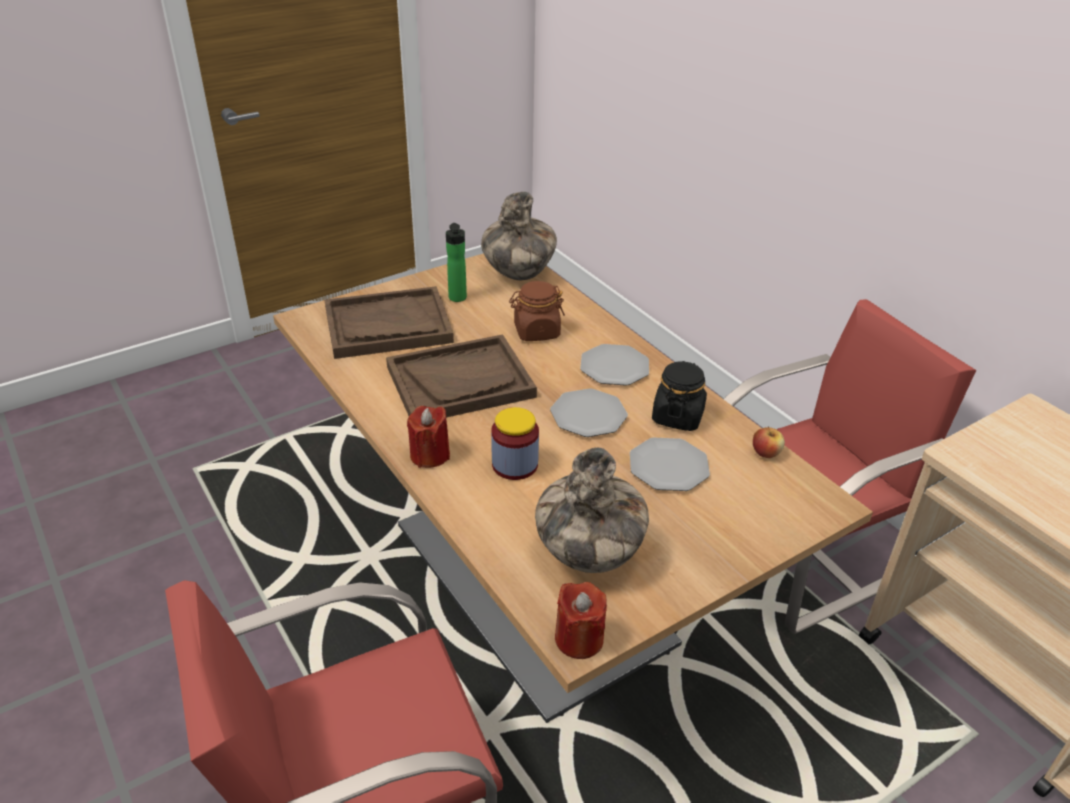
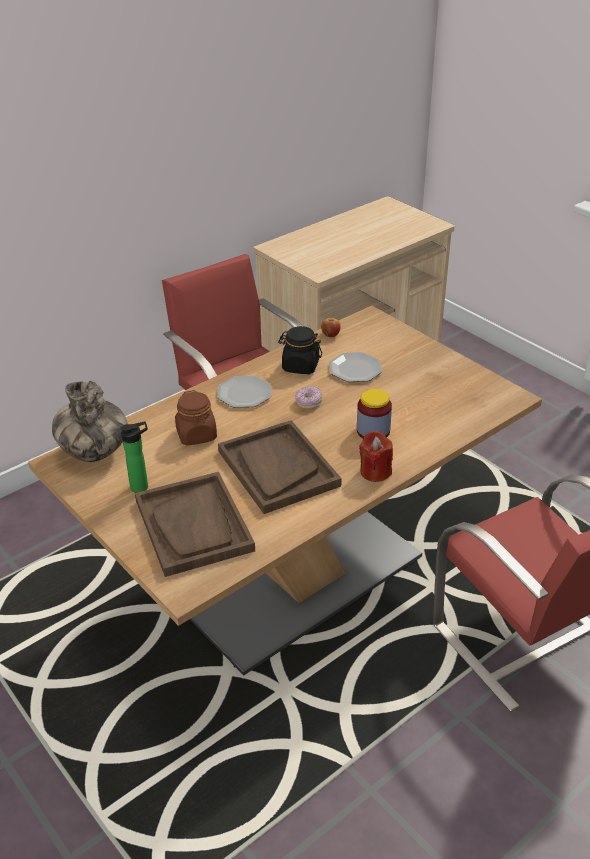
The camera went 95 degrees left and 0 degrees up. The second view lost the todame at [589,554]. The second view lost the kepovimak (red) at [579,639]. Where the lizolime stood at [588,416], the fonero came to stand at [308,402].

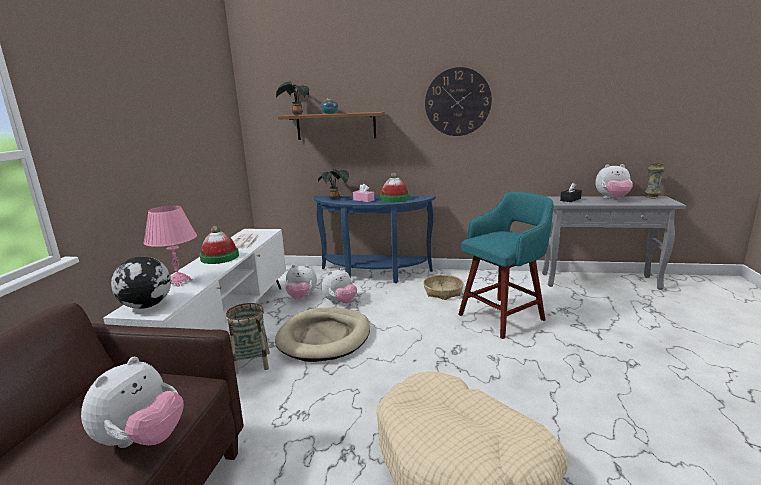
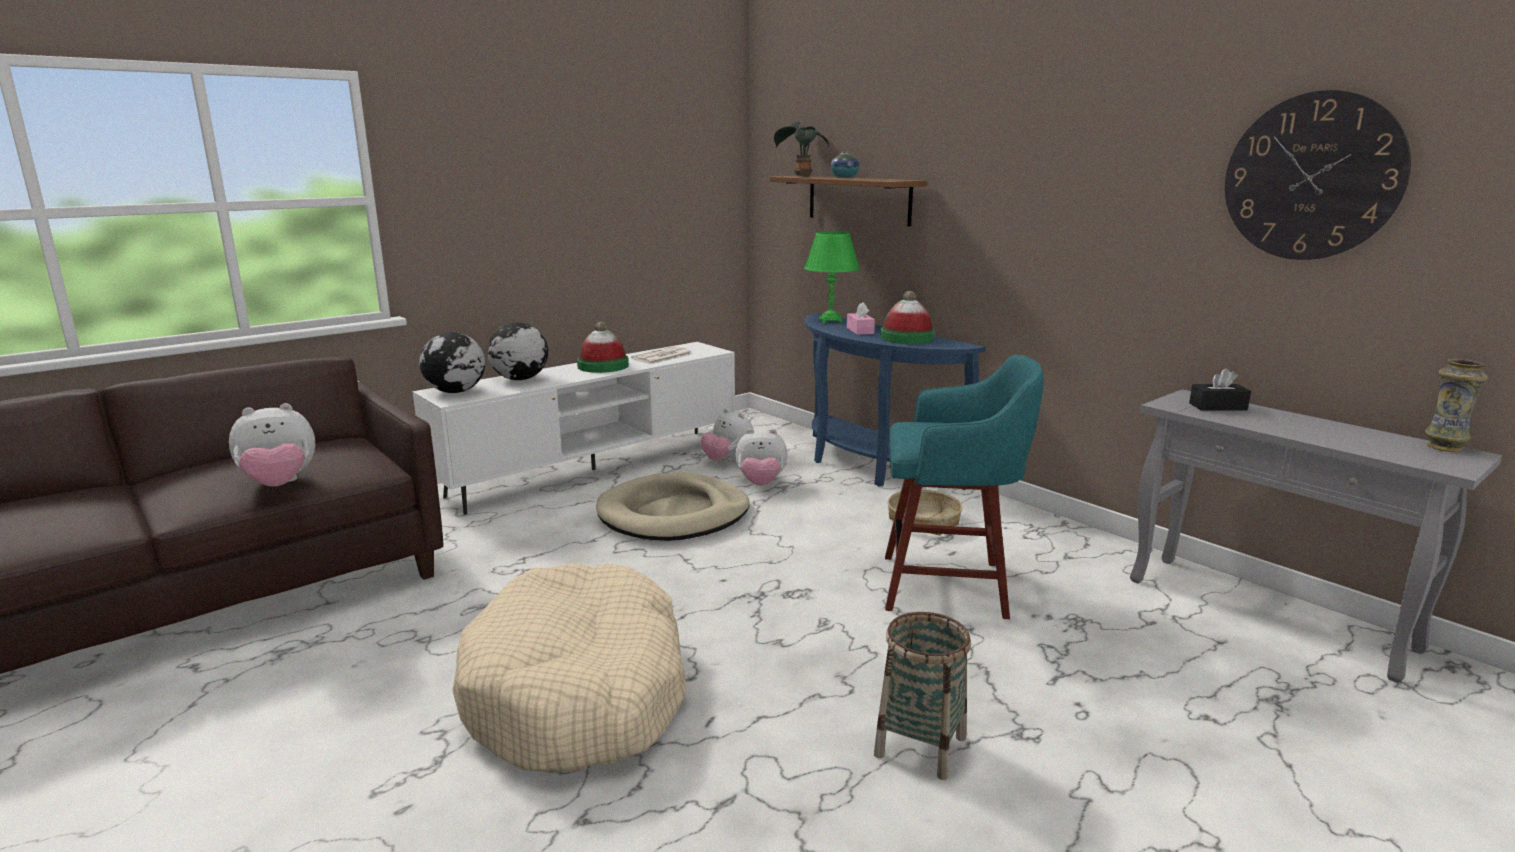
The camera went 40 degrees right and 0 degrees up. The second view lost the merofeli at [612,199]. The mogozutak ended up elsewhere, having gone from [252,363] to [920,746]. The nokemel ended up elsewhere, having gone from [457,102] to [1312,177]. Where the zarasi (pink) stood at [179,282], the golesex came to stand at [519,379]. Where the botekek stood at [335,198], the zarasi (green) came to stand at [830,321].

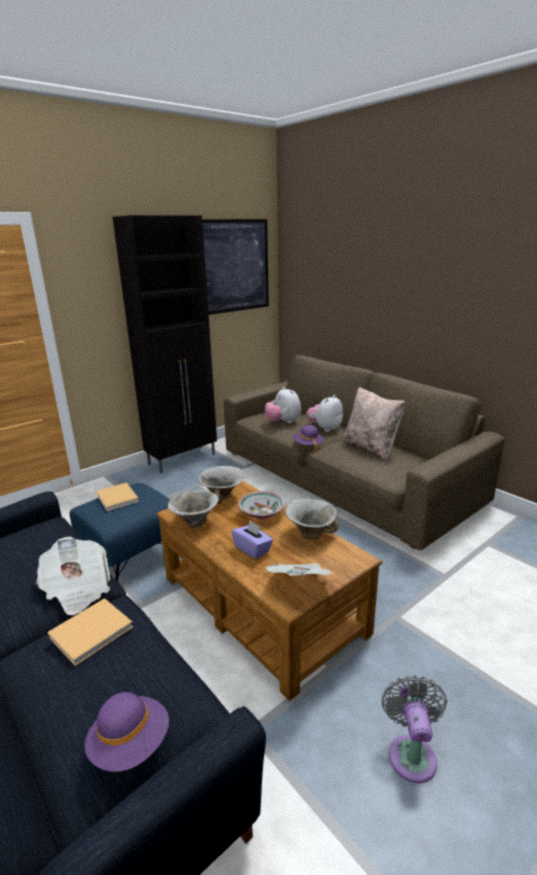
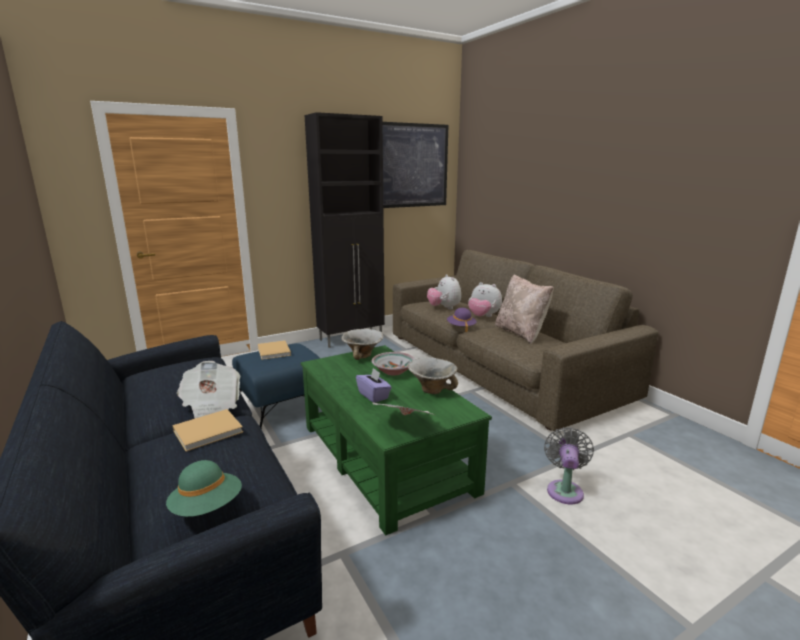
The camera went 10 degrees right and 5 degrees down. The second view lost the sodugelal at [194,523]. The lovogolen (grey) ended up elsewhere, having gone from [411,753] to [565,489]. What was the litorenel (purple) at [130,744] turned into the litorenel (green) at [207,507]. What was the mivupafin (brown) at [261,603] turned into the mivupafin (green) at [386,456]. The merofeli at [325,428] ended up facing another way, 105 degrees counterclockwise from before.

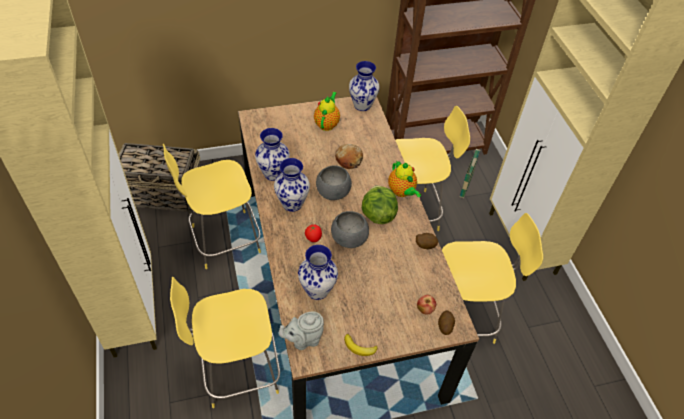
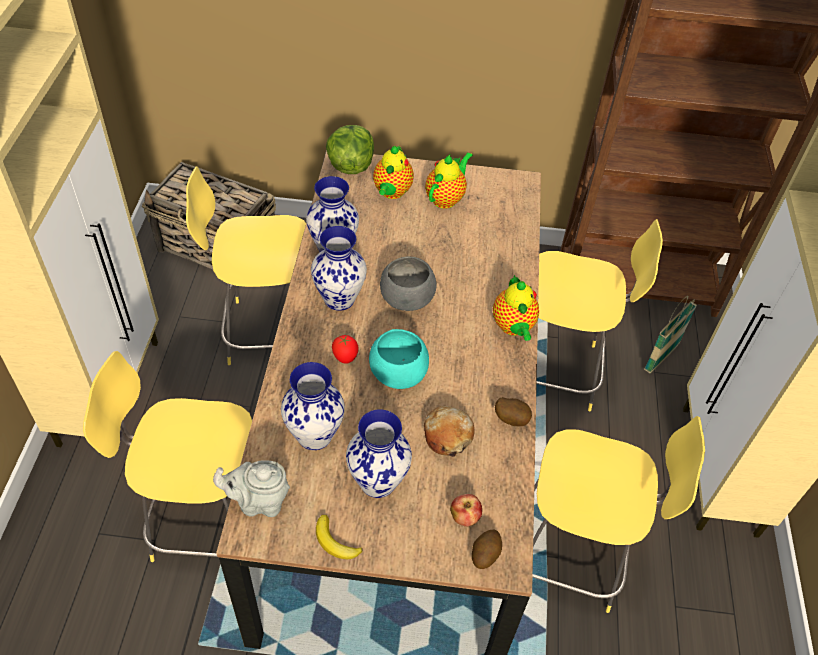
The camera went 20 degrees right and 0 degrees up. The second view gained the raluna at [391,193]. The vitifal ended up elsewhere, having gone from [348,160] to [447,435]. The todame ended up elsewhere, having gone from [362,105] to [377,480]. The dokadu ended up elsewhere, having gone from [377,215] to [350,165]. What was the sodugelal (grey) at [349,239] turned into the sodugelal (turquoise) at [398,374].

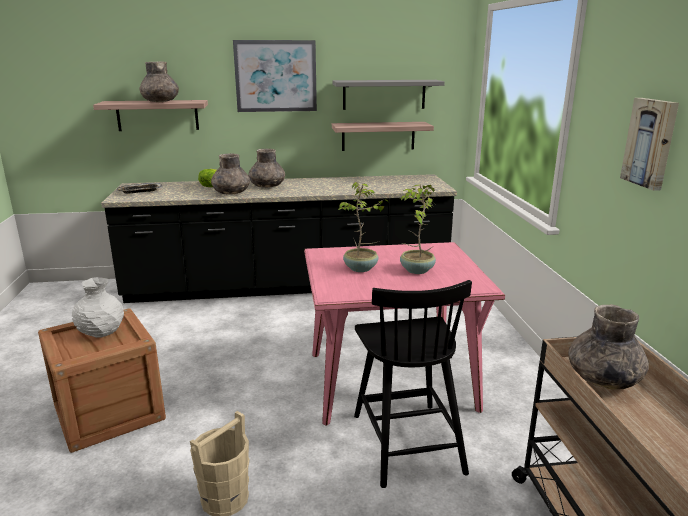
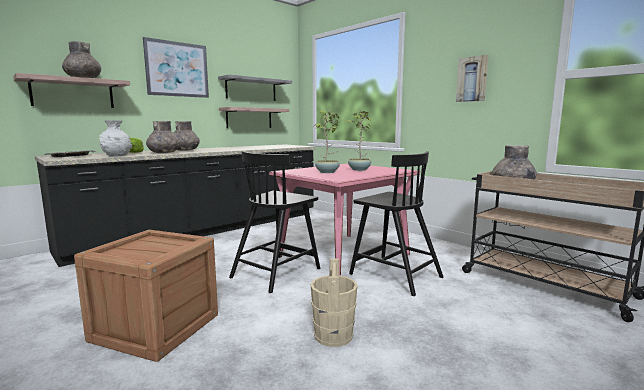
The camera went 35 degrees left and 10 degrees down. The second view gained the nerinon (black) at [277,272]. The todame (white) ended up elsewhere, having gone from [102,333] to [117,156].

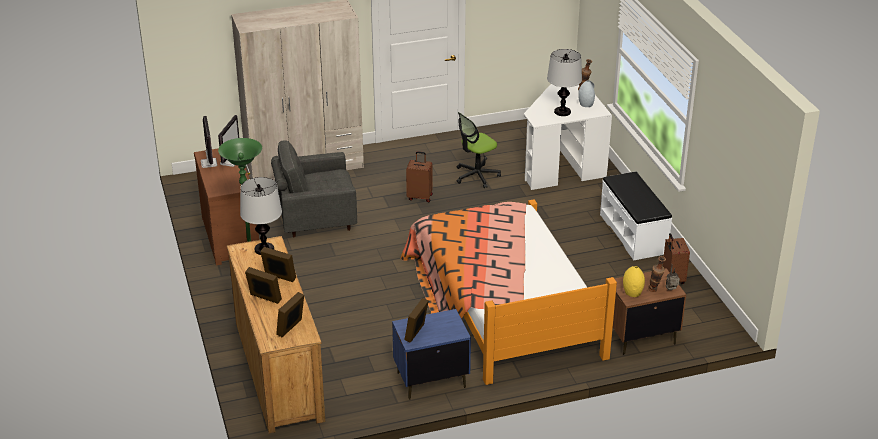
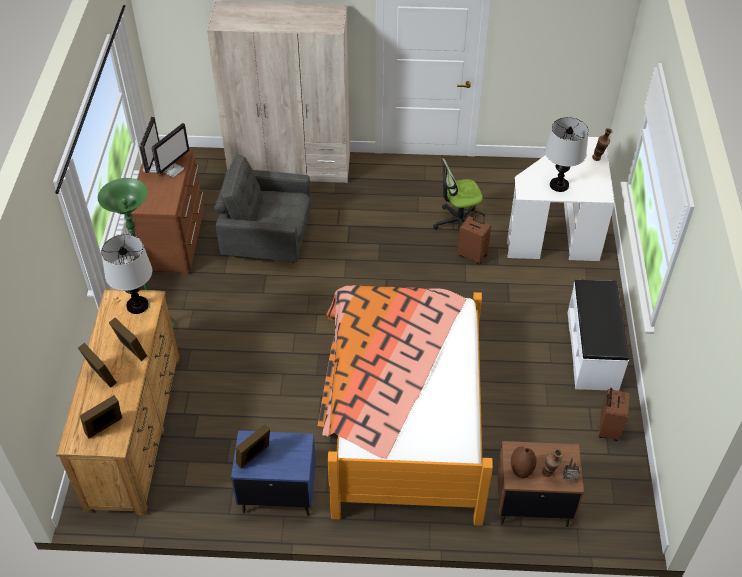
The camera went 20 degrees right and 15 degrees up. The second view lost the todame (grey) at [586,104]. The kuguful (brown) ended up elsewhere, having gone from [420,197] to [472,255]. What was the todame (yellow) at [633,293] turned into the todame (brown) at [521,471].

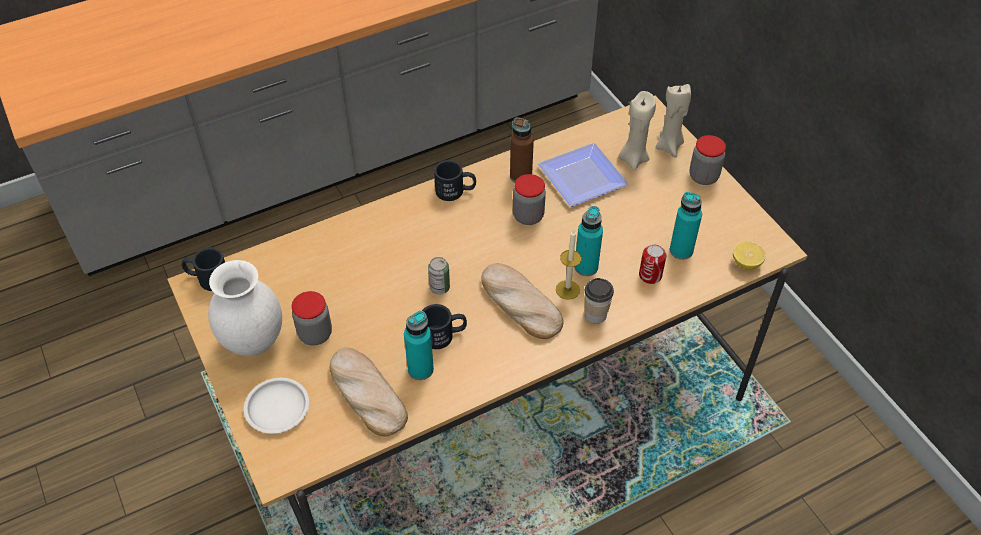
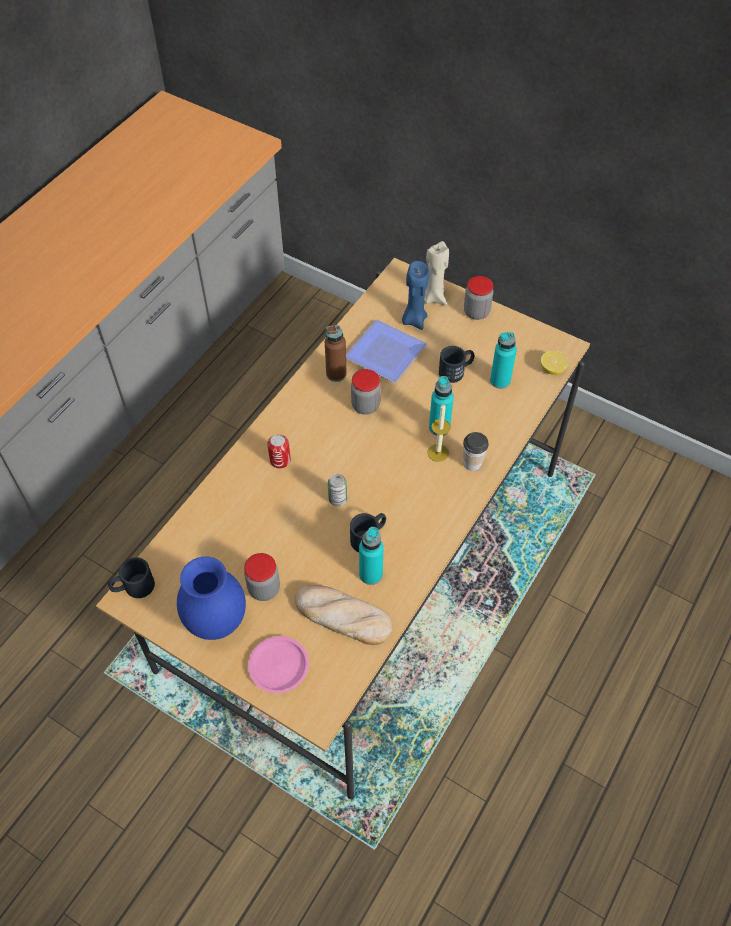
The camera went 30 degrees left and 5 degrees up. The second view lost the vitifal at [519,303]. The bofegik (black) ended up elsewhere, having gone from [455,191] to [456,371]. The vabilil ended up elsewhere, having gone from [650,275] to [280,460]. What was the todame (white) at [252,342] turned into the todame (blue) at [215,622]. What was the lizolime (white) at [278,408] turned into the lizolime (pink) at [279,665]. What was the kepovimak (beige) at [633,159] turned into the kepovimak (blue) at [414,320].

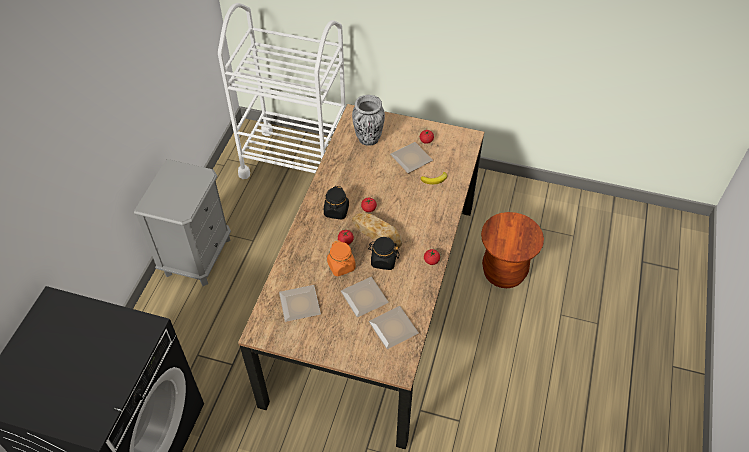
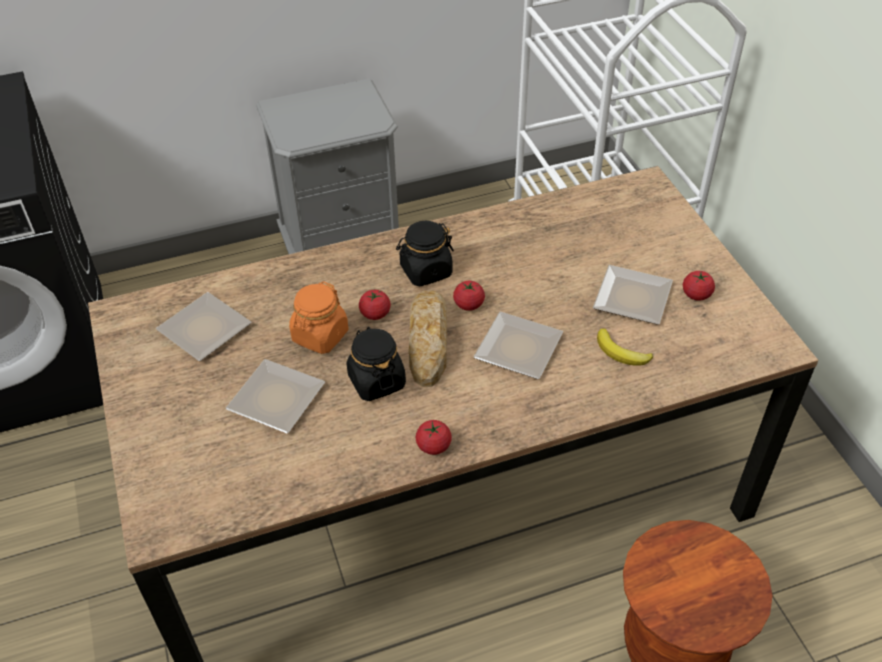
The camera went 55 degrees right and 5 degrees down. The second view lost the todame at [368,139]. The lizolime ended up elsewhere, having gone from [395,329] to [519,351].

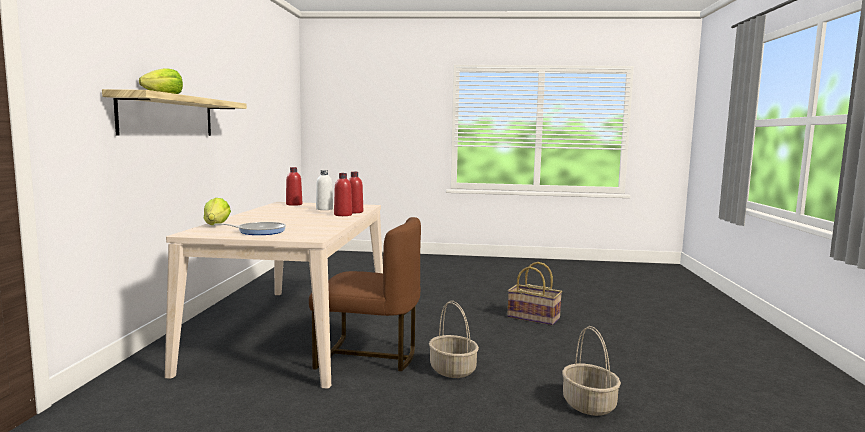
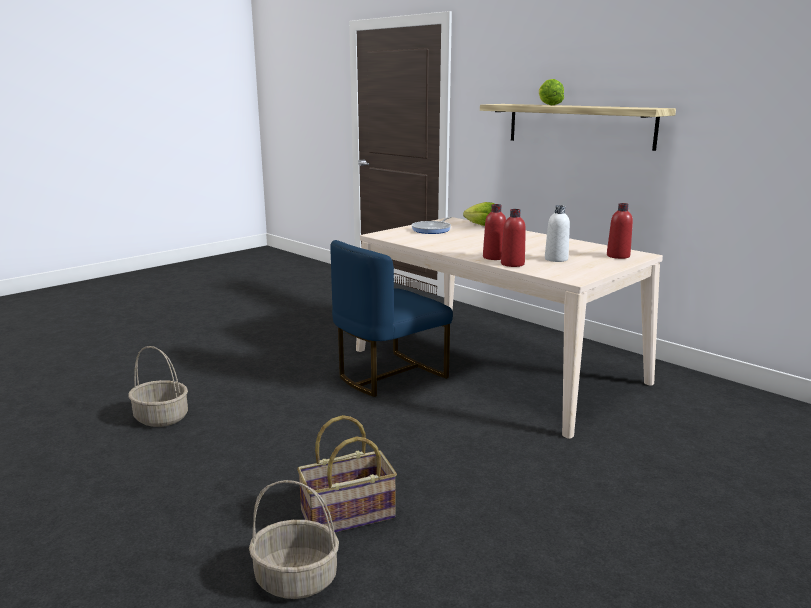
The camera went 130 degrees right and 10 degrees up. The mogozutak ended up elsewhere, having gone from [453,370] to [295,580]. What was the nerinon (brown) at [368,356] turned into the nerinon (blue) at [389,375].

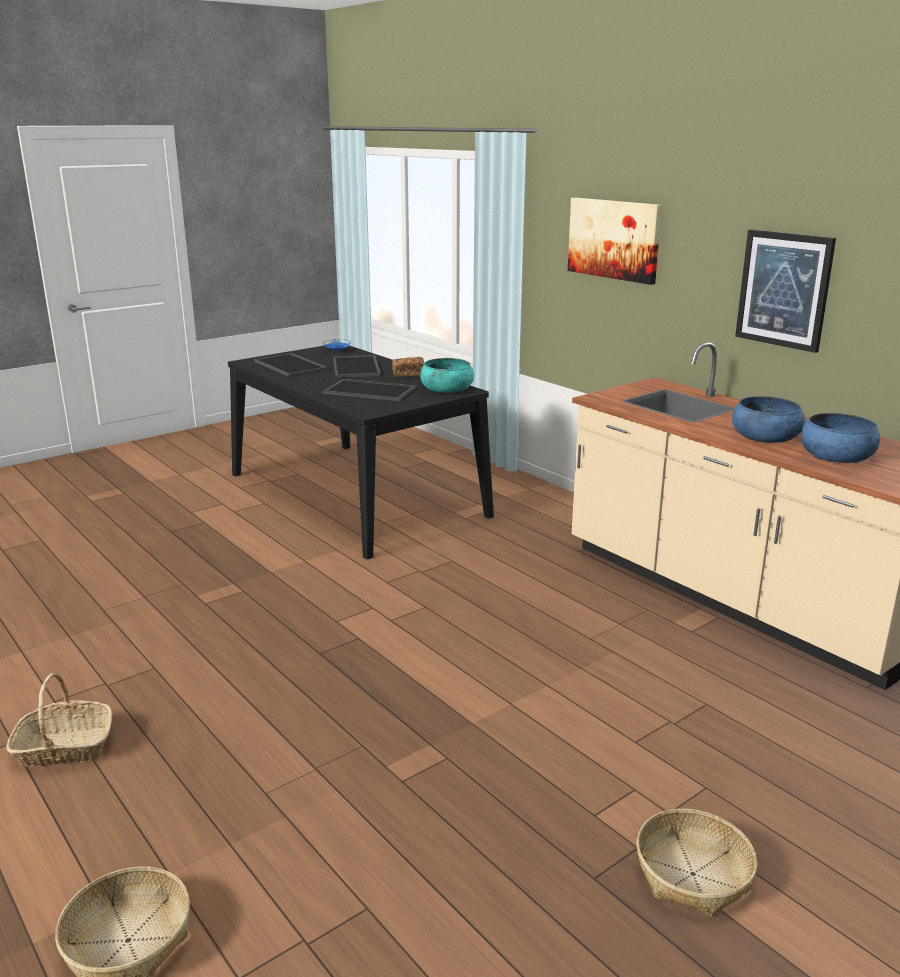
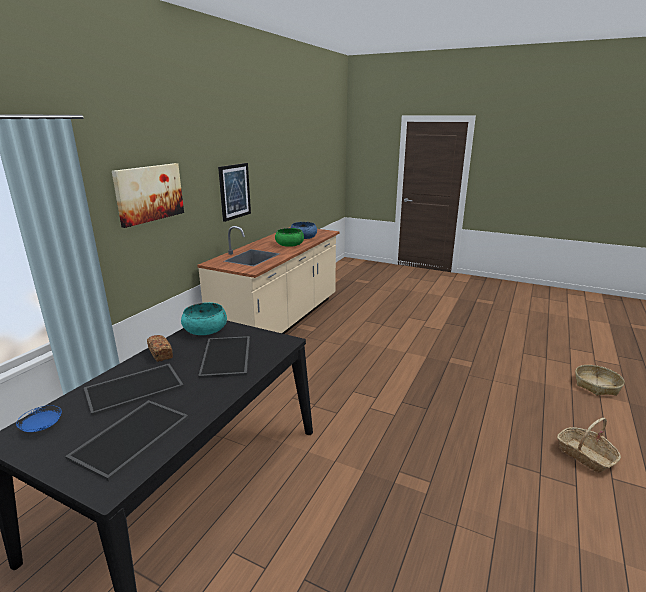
The camera went 115 degrees left and 0 degrees up. The second view lost the mogozutak at [693,874]. What was the sodugelal (blue) at [765,436] turned into the sodugelal (green) at [289,244].

